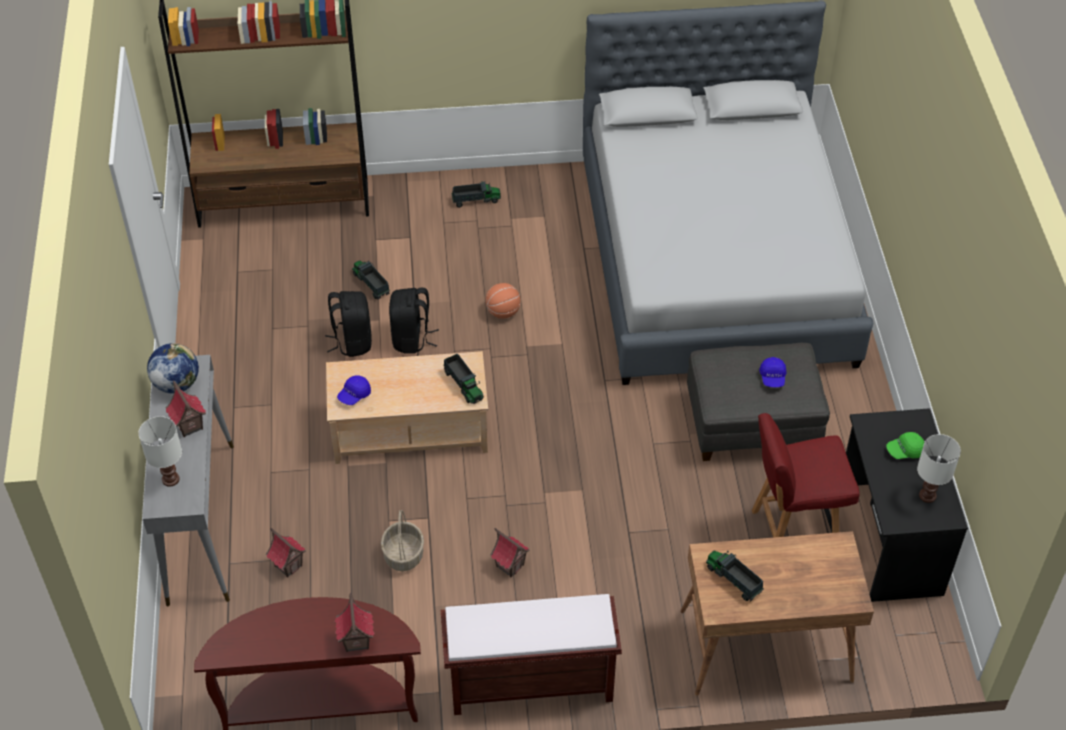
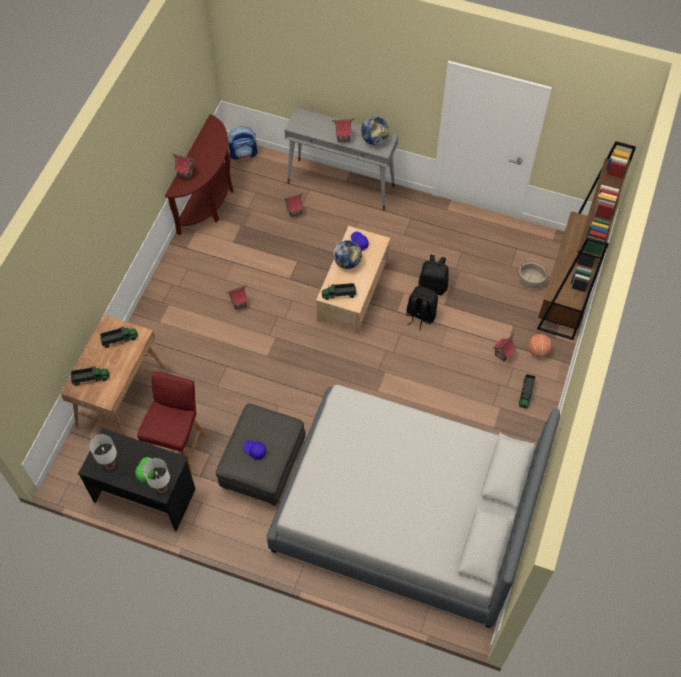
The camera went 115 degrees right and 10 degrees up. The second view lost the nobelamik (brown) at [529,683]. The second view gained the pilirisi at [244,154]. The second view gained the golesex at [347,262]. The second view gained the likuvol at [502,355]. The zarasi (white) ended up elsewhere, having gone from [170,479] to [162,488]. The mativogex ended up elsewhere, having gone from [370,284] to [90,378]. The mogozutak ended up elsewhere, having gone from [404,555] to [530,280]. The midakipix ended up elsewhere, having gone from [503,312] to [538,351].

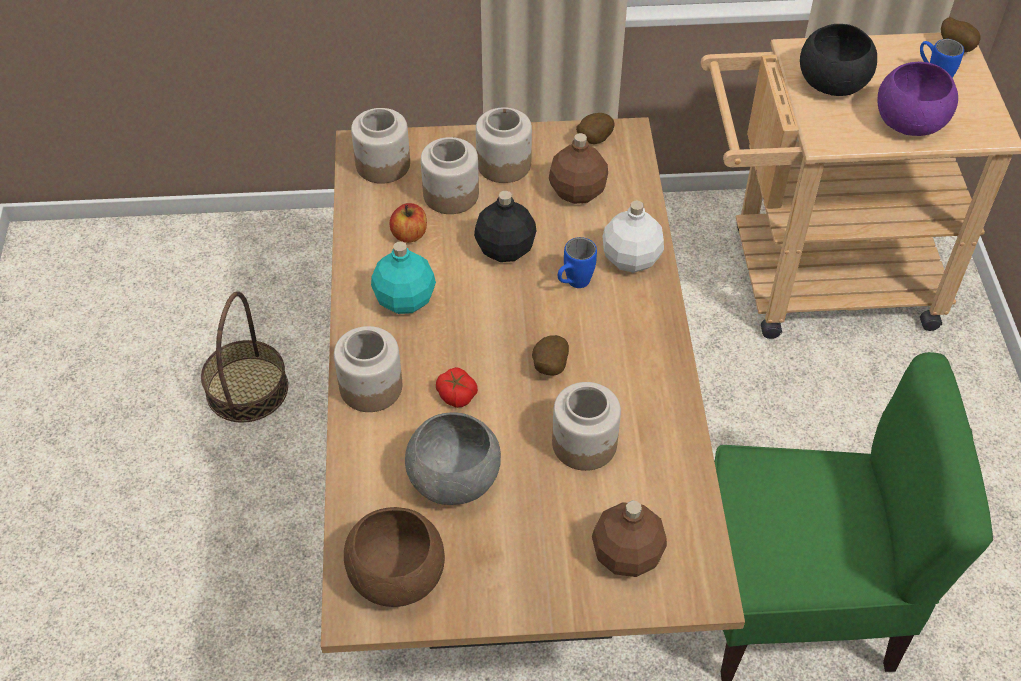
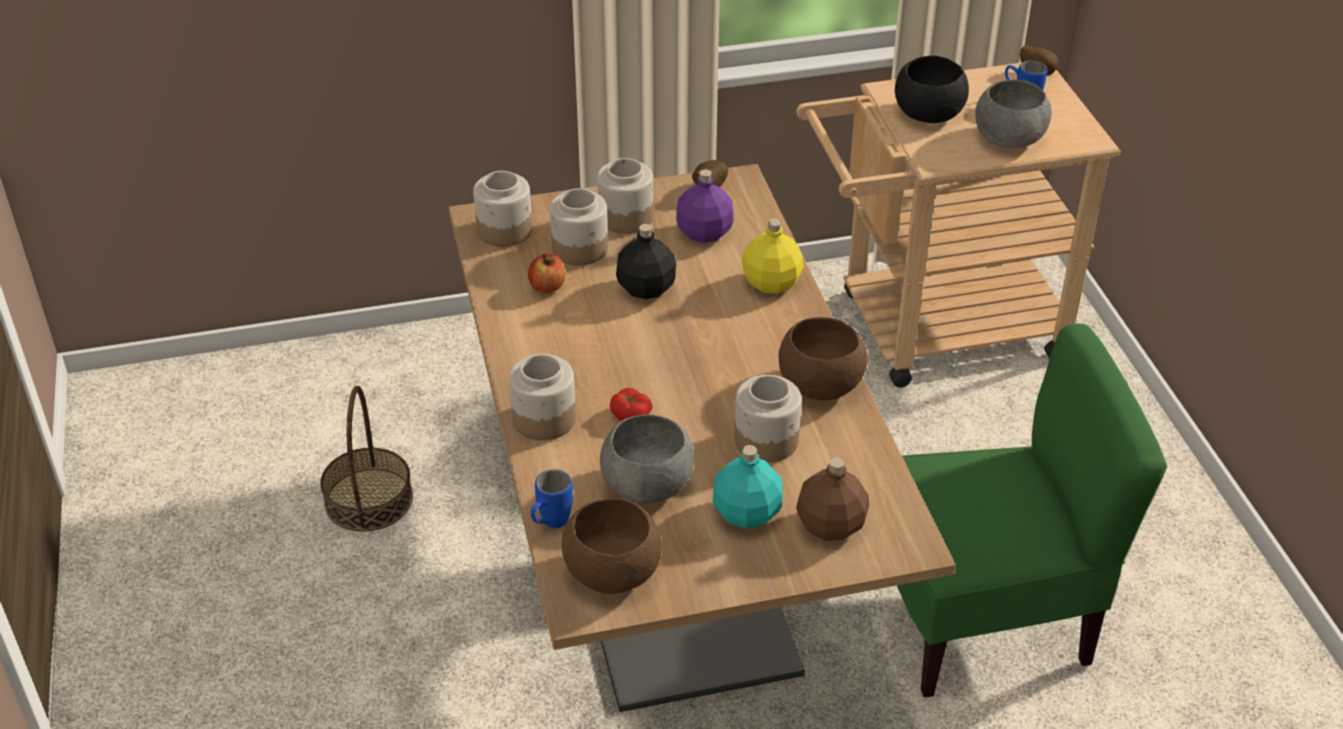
The camera went 10 degrees left and 10 degrees down. The second view lost the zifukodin at [549,368]. The second view gained the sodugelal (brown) at [821,385]. The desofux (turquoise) ended up elsewhere, having gone from [405,299] to [747,513]. The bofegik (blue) ended up elsewhere, having gone from [573,284] to [550,524]. What was the desofux (brown) at [578,191] turned into the desofux (purple) at [705,233]. What was the desofux (white) at [630,258] turned into the desofux (yellow) at [770,282]. What was the sodugelal (purple) at [909,122] turned into the sodugelal (grey) at [1008,139].

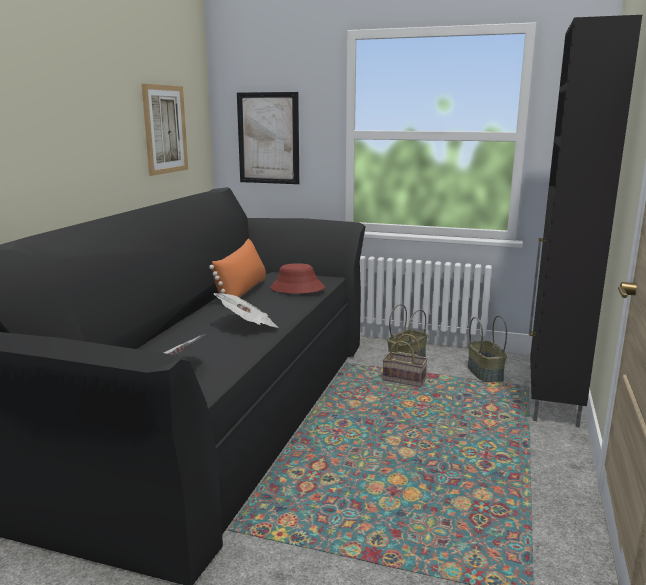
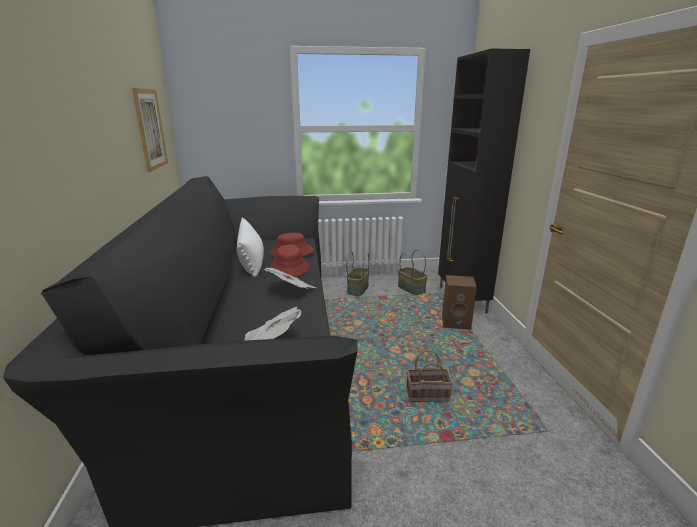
The camera went 25 degrees left and 5 degrees up. The second view lost the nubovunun at [268,138]. The second view gained the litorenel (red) at [289,267]. The second view gained the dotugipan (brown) at [456,323]. The mogozutak ended up elsewhere, having gone from [405,380] to [428,394]. What was the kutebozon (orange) at [242,292] turned into the kutebozon (white) at [252,261].

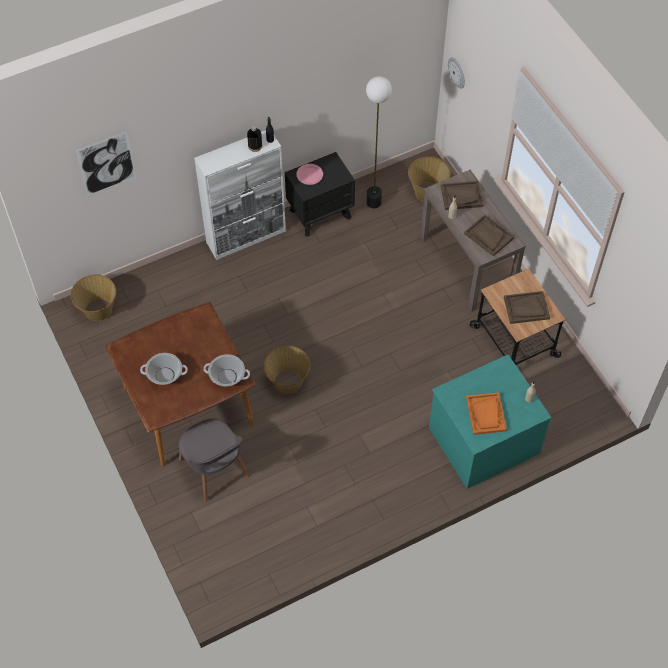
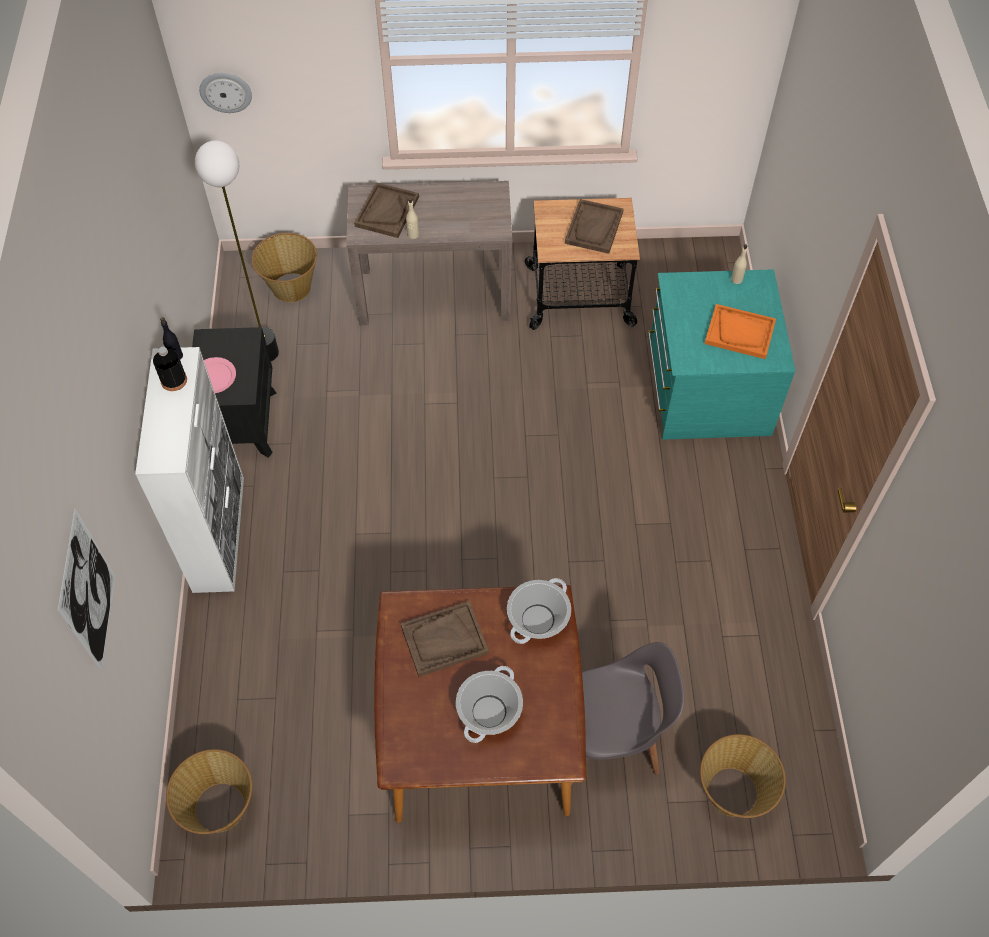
The camera went 65 degrees left and 0 degrees up. The mogozutak ended up elsewhere, having gone from [287,382] to [732,793]. The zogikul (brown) ended up elsewhere, having gone from [488,236] to [444,640].

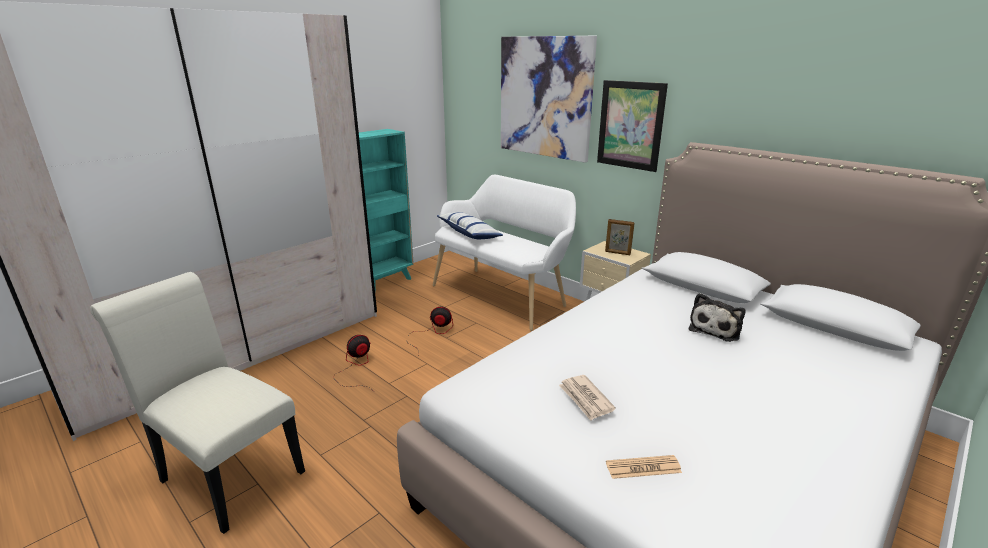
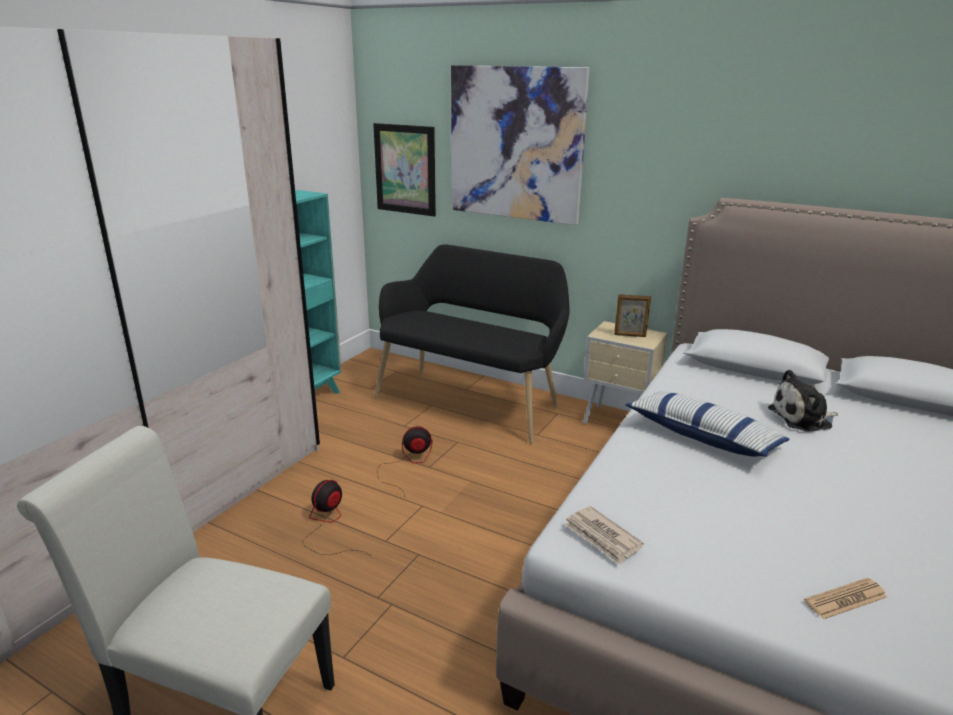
The camera went 15 degrees left and 0 degrees up. The kutebozon ended up elsewhere, having gone from [469,233] to [702,436]. The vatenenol ended up elsewhere, having gone from [585,399] to [602,537]. The nubovunun ended up elsewhere, having gone from [630,125] to [405,169]. What was the nobelamik (white) at [503,294] turned into the nobelamik (black) at [472,400]. The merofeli at [716,329] ended up facing another way, 60 degrees clockwise from before.

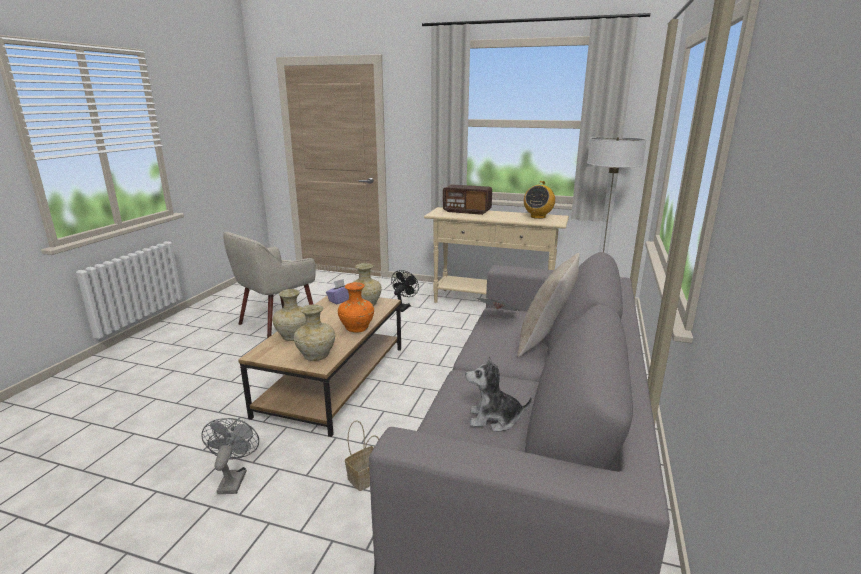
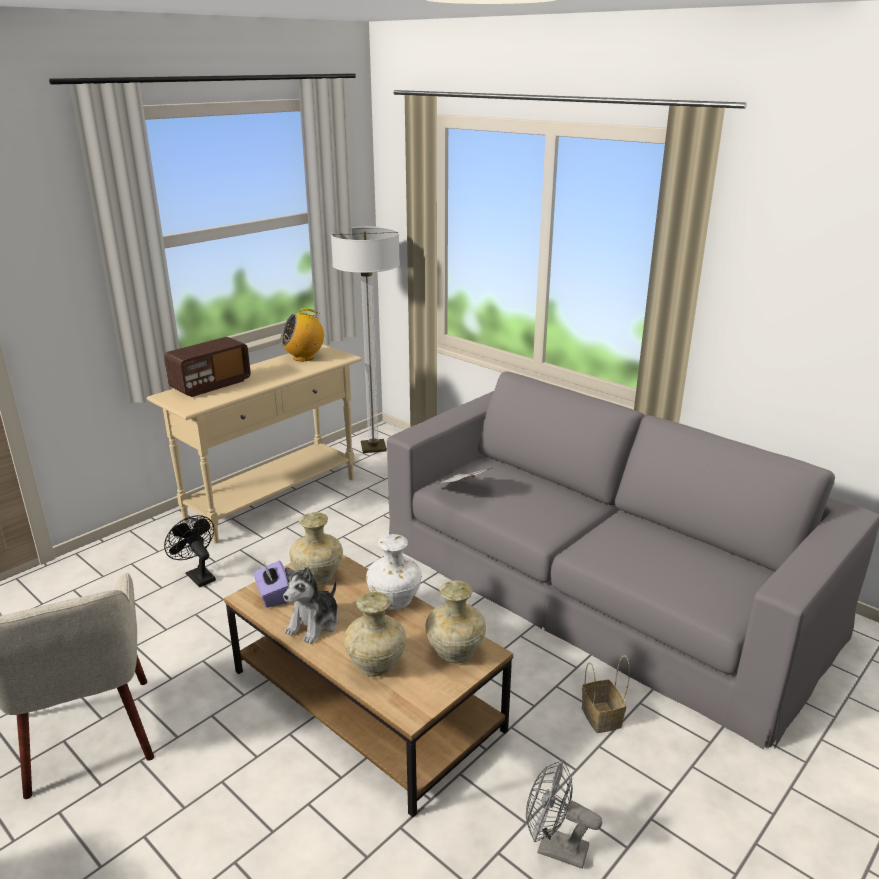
The camera went 65 degrees left and 5 degrees up. The second view lost the kutebozon (beige) at [546,341]. The merofeli ended up elsewhere, having gone from [494,419] to [314,624]. What was the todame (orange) at [357,329] turned into the todame (white) at [395,601]. The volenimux at [538,217] ended up facing another way, 105 degrees clockwise from before.

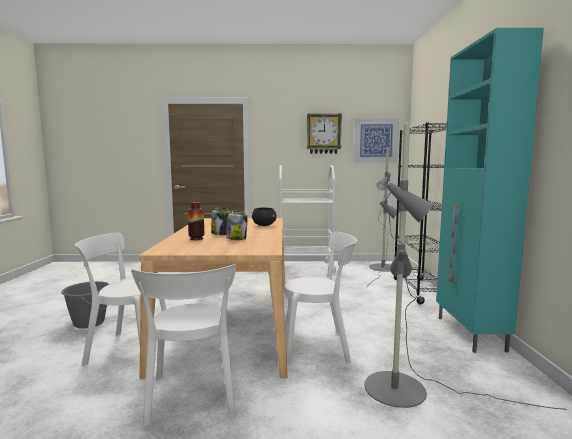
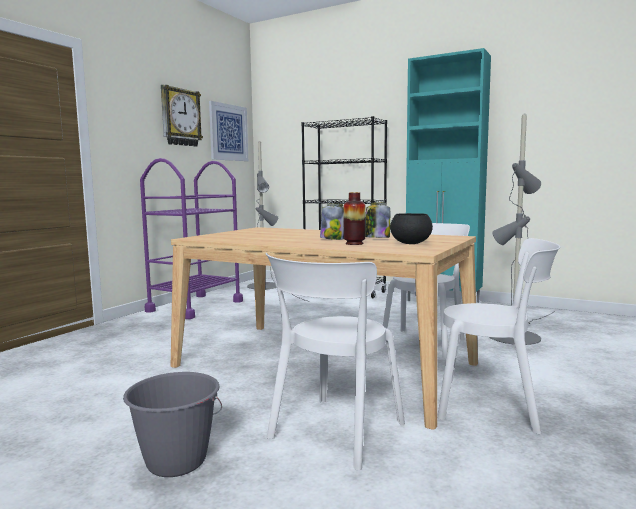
The camera went 60 degrees left and 0 degrees up. The sodugelal (black) ended up elsewhere, having gone from [264,225] to [410,243]. What was the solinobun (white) at [305,267] turned into the solinobun (purple) at [195,306].

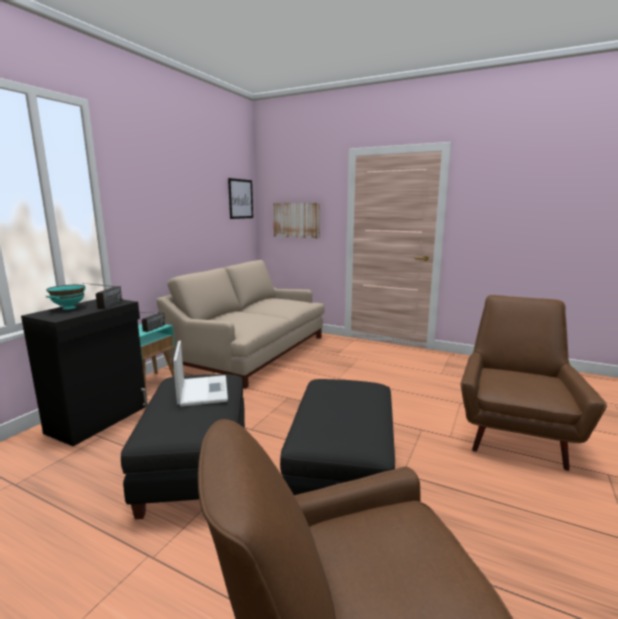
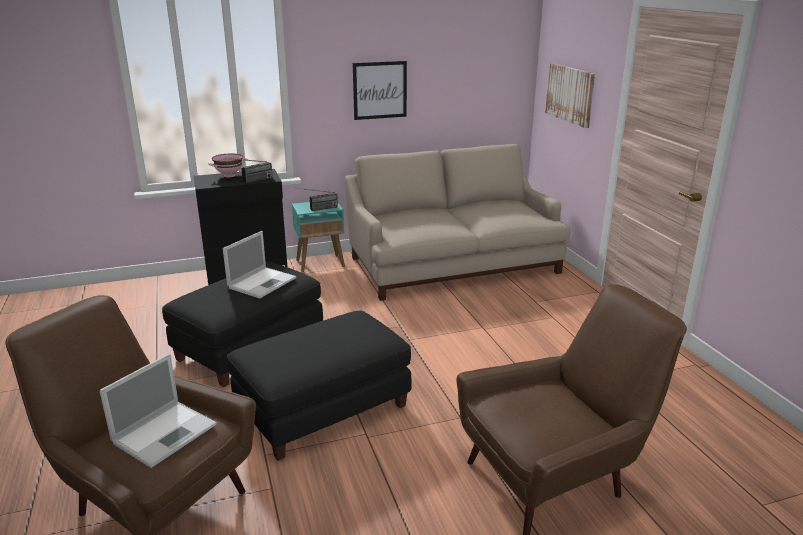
The camera went 45 degrees right and 10 degrees up. The second view gained the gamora at [166,432]. The nubovunun ended up elsewhere, having gone from [240,199] to [380,90]. What was the sodugelal (turquoise) at [69,308] turned into the sodugelal (pink) at [229,176].

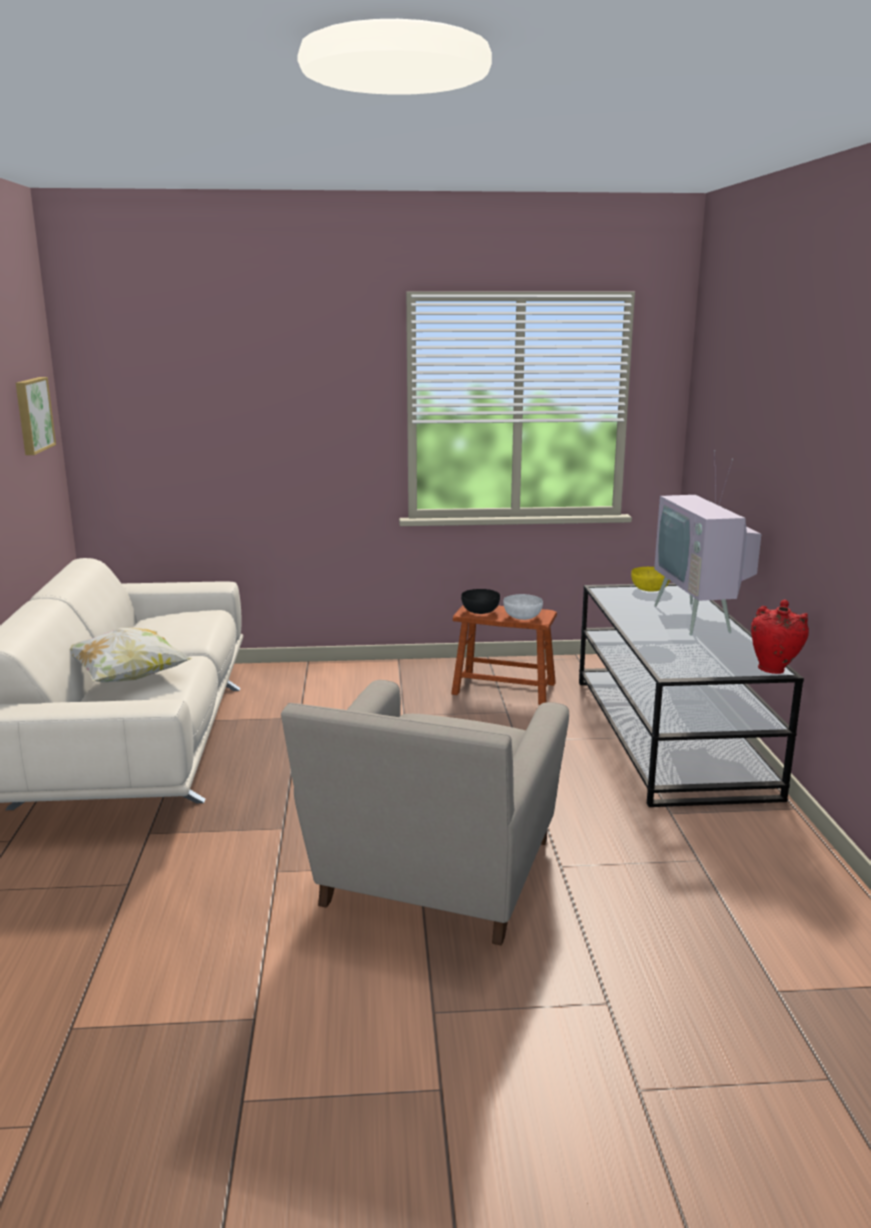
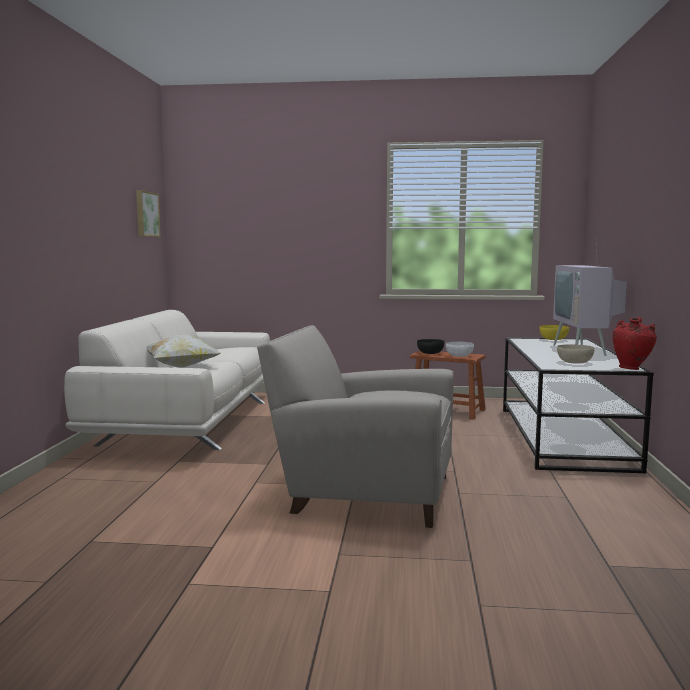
The camera went 10 degrees right and 10 degrees down. The second view gained the sodugelal (beige) at [574,362]. The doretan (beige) at [433,879] ended up facing another way, 75 degrees clockwise from before.

